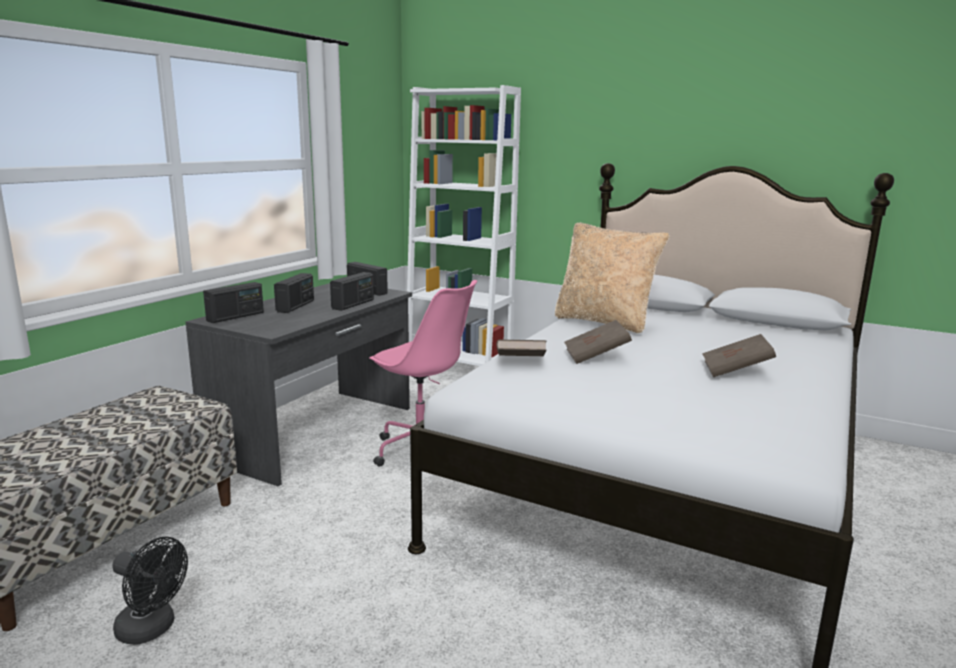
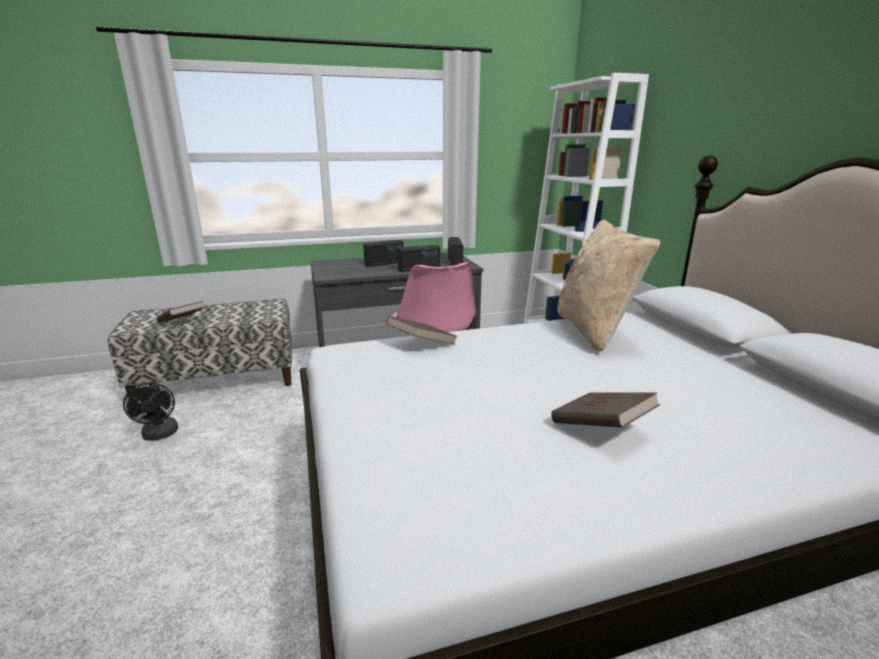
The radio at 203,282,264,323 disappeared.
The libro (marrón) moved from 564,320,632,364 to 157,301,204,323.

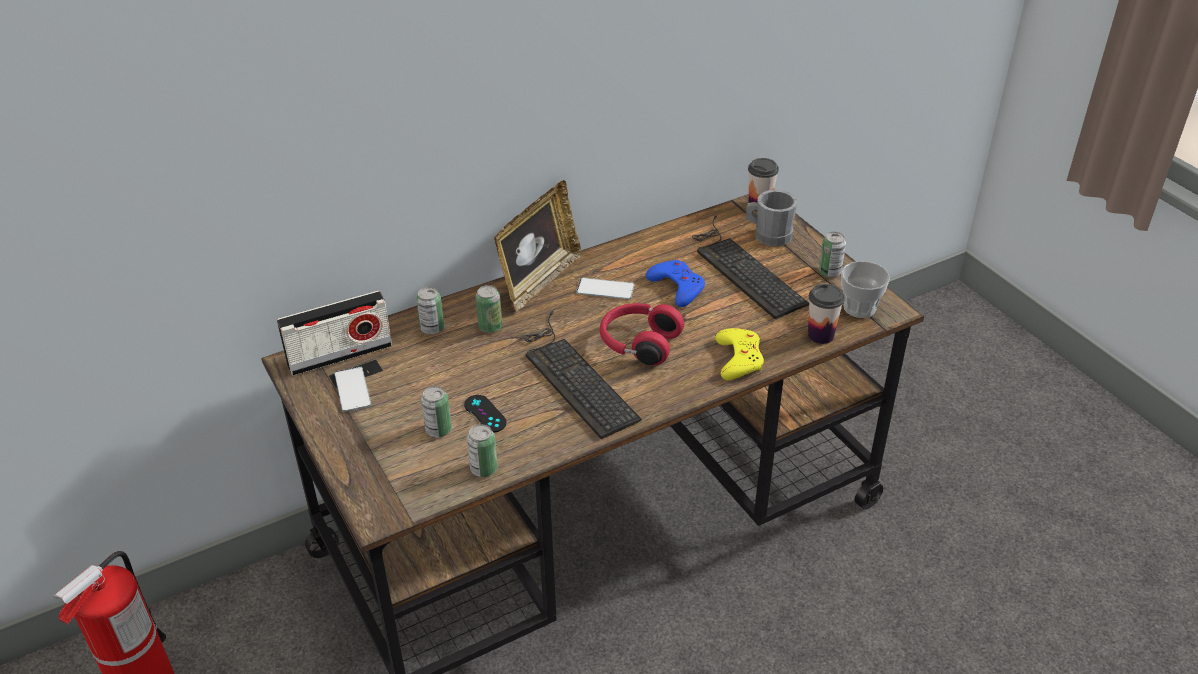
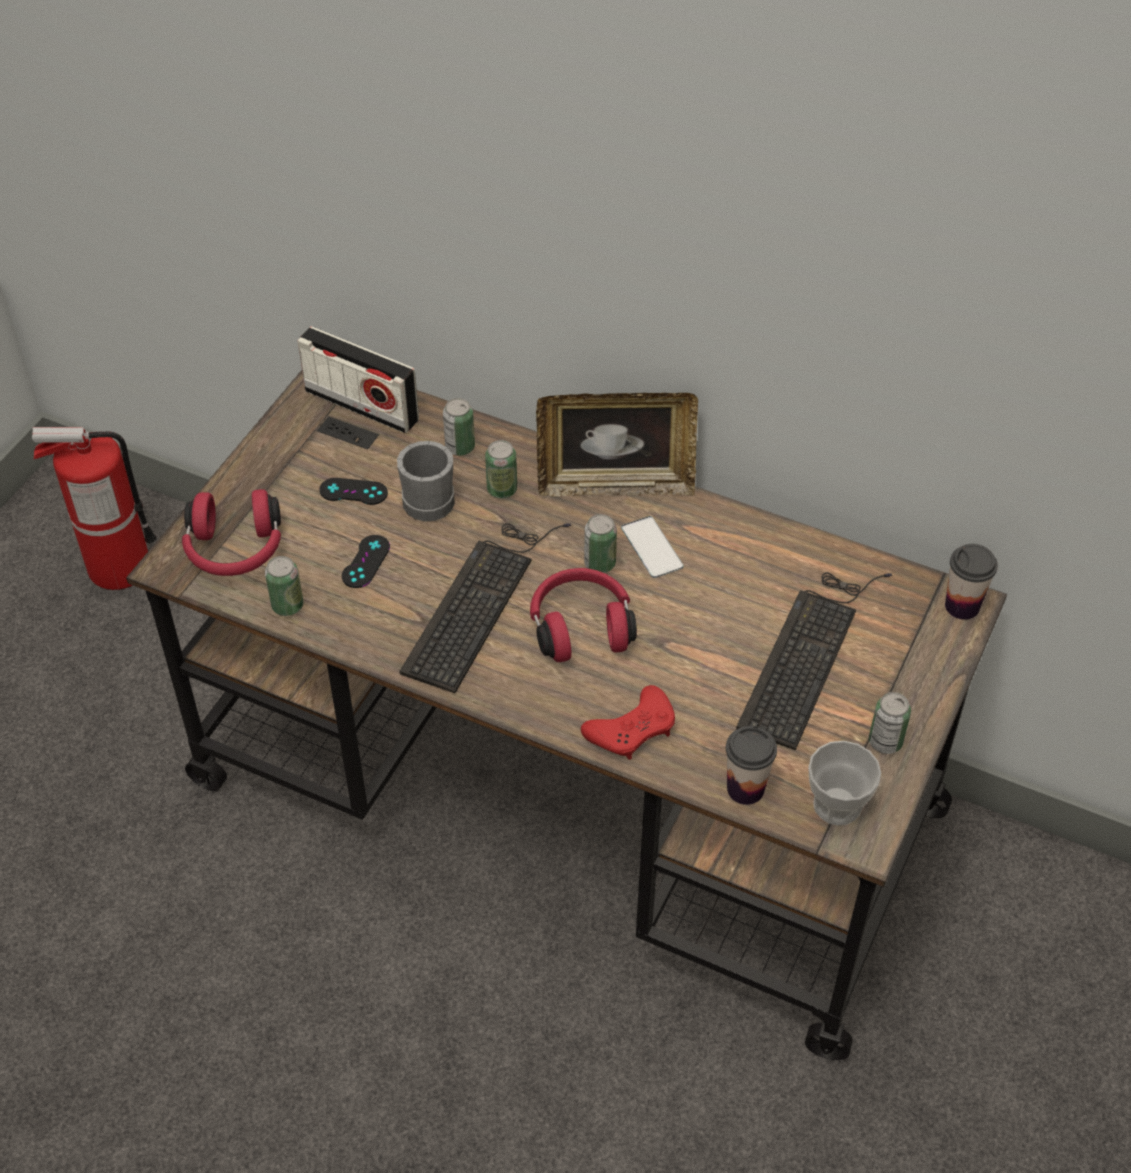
The móvil at 334,366,371,412 disappeared.
The lata moved from 421,386,452,437 to 584,514,617,573.
The mando de consola (azul) at 646,260,705,307 disappeared.
The mando de consola (amarillo) at 715,328,764,380 became the mando de consola (rojo) at 581,685,675,760.
The taza grande (gris) moved from 746,190,797,247 to 397,441,455,522.
The auriculares (rojo) at 182,489,281,576 appeared.
The mando de consola (negro) at 320,478,388,505 appeared.

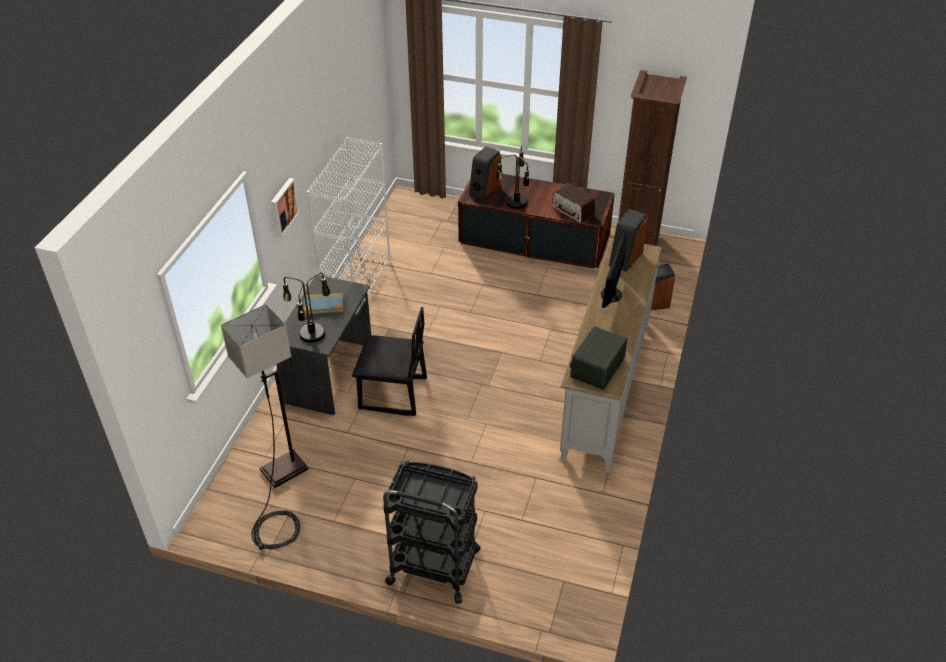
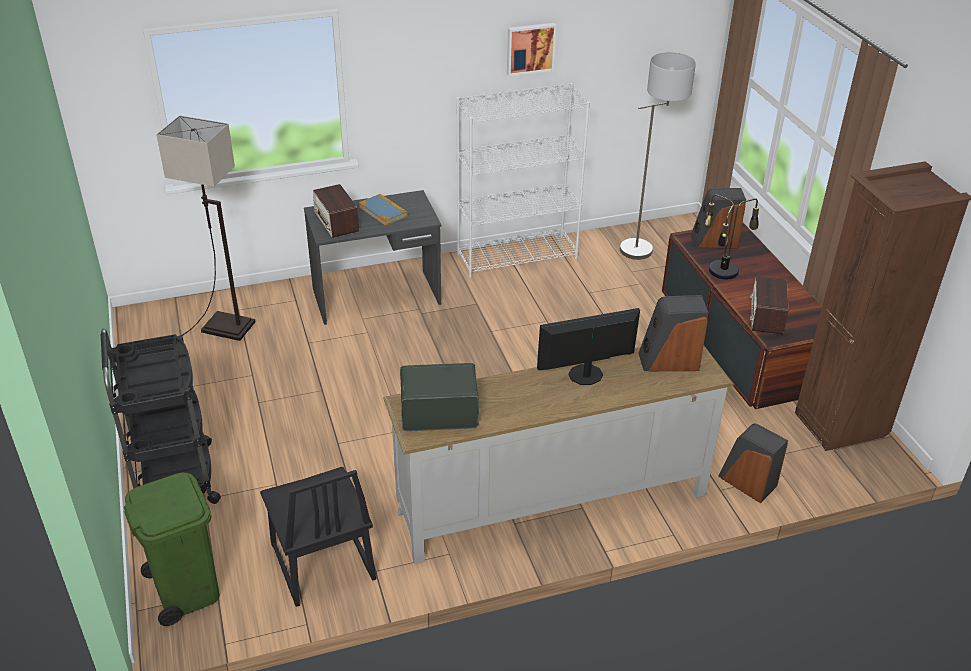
The cuadro moved from 271,178,299,237 to 507,23,556,76.
The lámpara de mesa at 283,272,330,343 was replaced by the radio at 313,184,359,238.
The silla (negro) moved from 352,307,427,416 to 260,467,376,607.
The papelera (verde) at 124,473,220,626 appeared.
The lámpara de pie (gris) at 620,52,696,260 appeared.

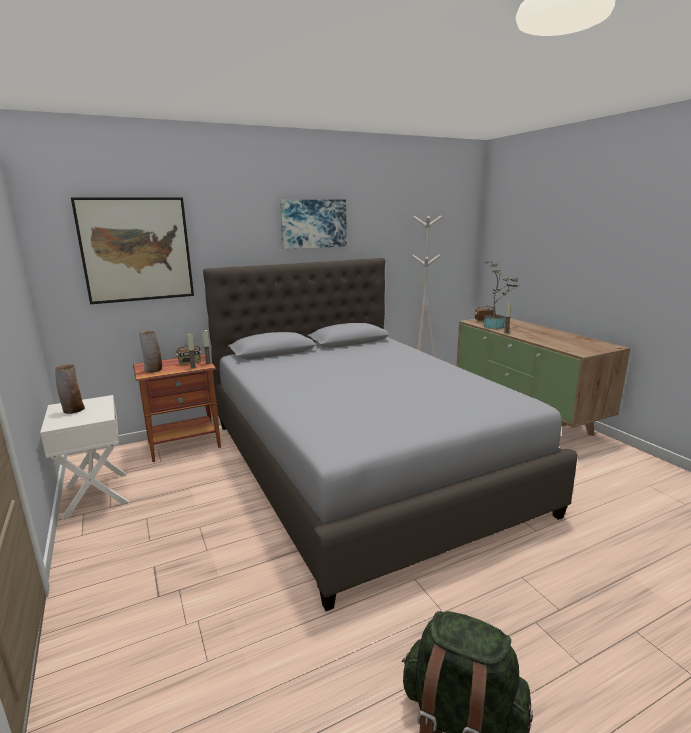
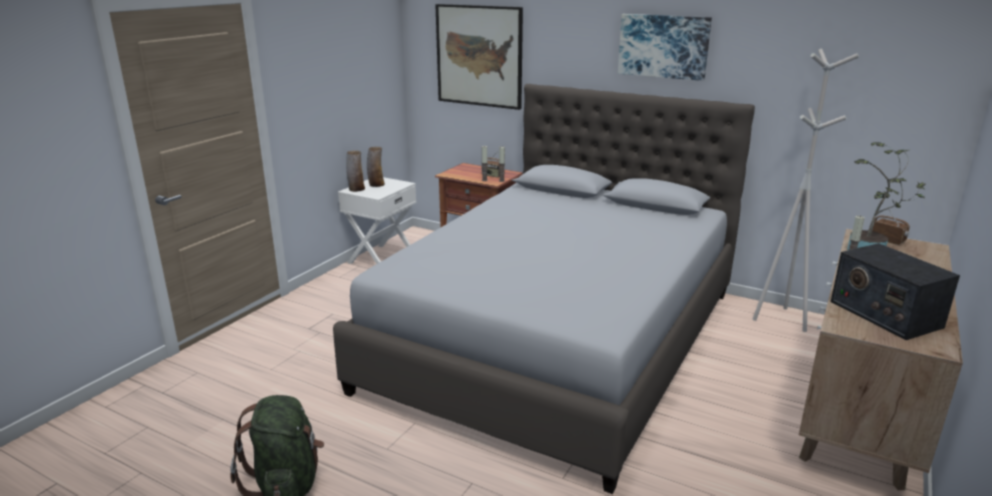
The florero moved from 139,331,162,373 to 346,150,365,192.
The radio at 831,243,960,340 appeared.

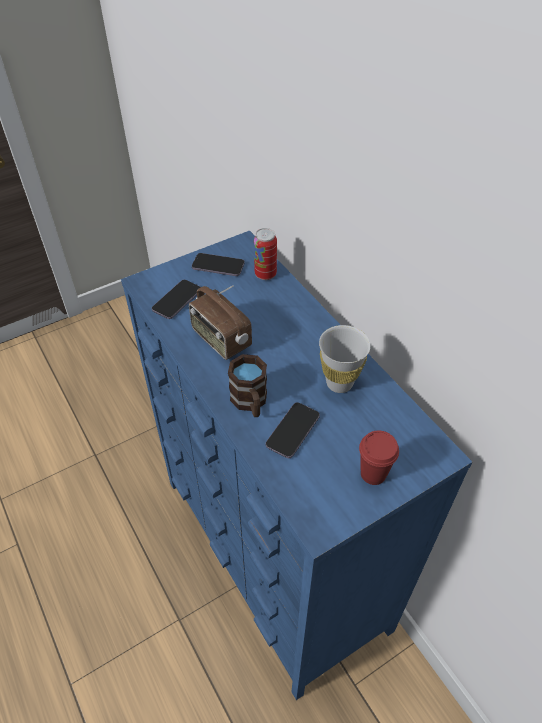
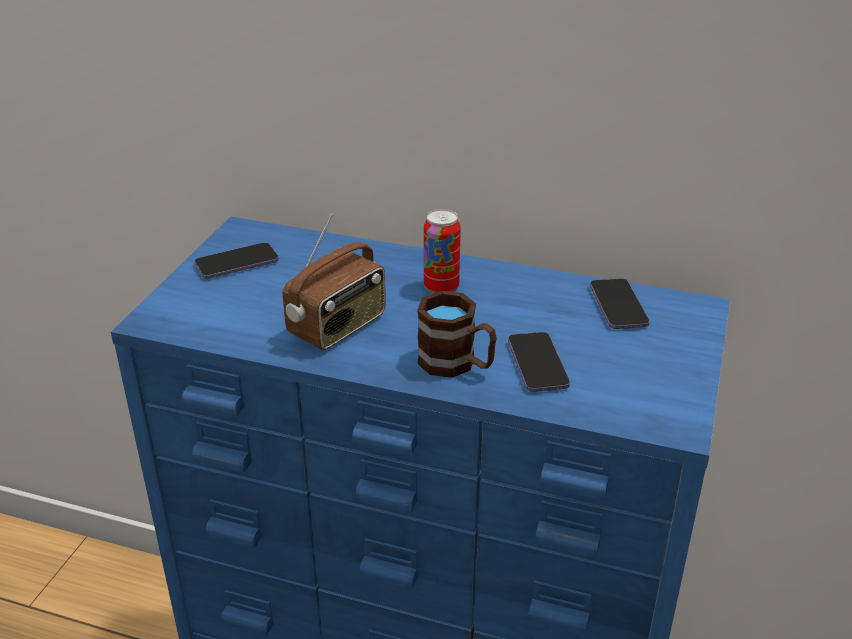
The móvil moved from 152,280,201,319 to 590,279,650,329.
The radio at 189,285,252,360 turned 60 degrees counterclockwise.
The lata moved from 254,228,277,280 to 424,209,461,293.
The taza (blanco) at 319,325,371,393 disappeared.
The taza (rojo) at 359,431,399,485 disappeared.

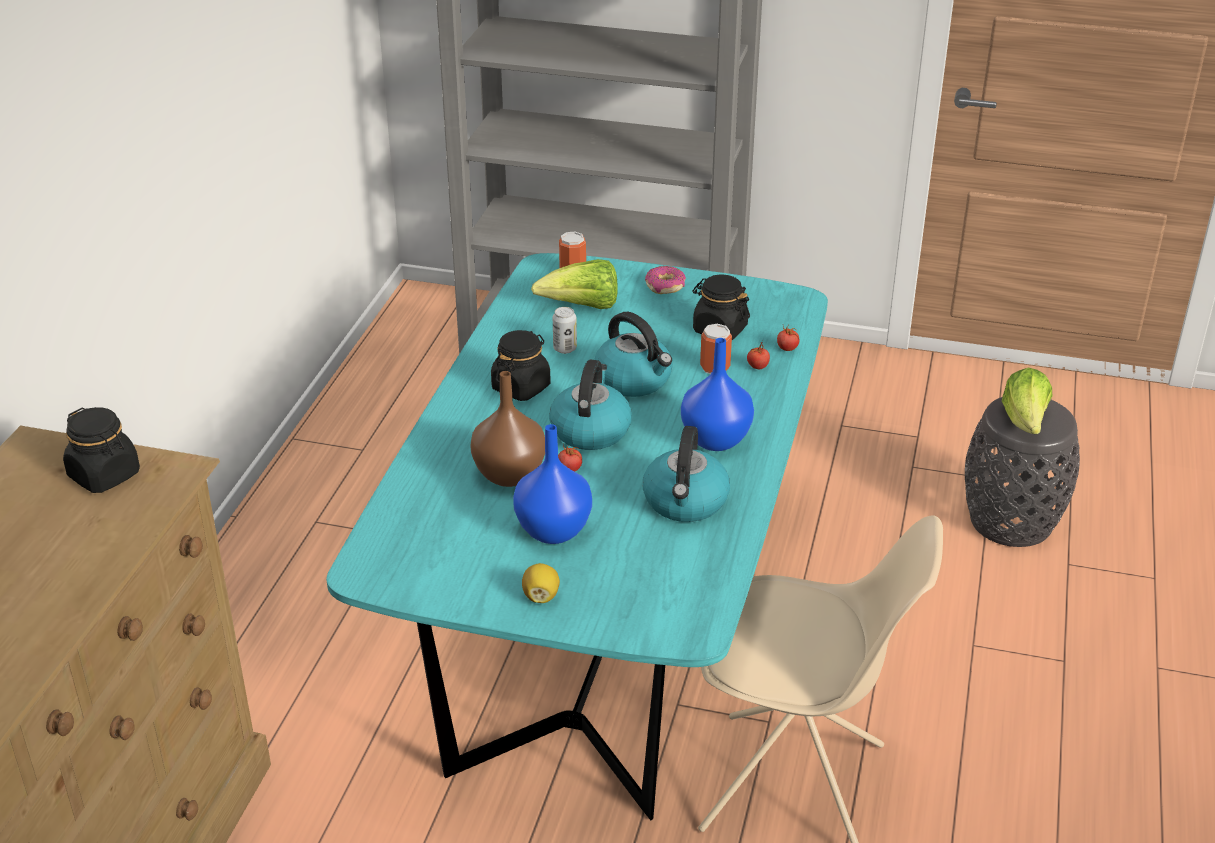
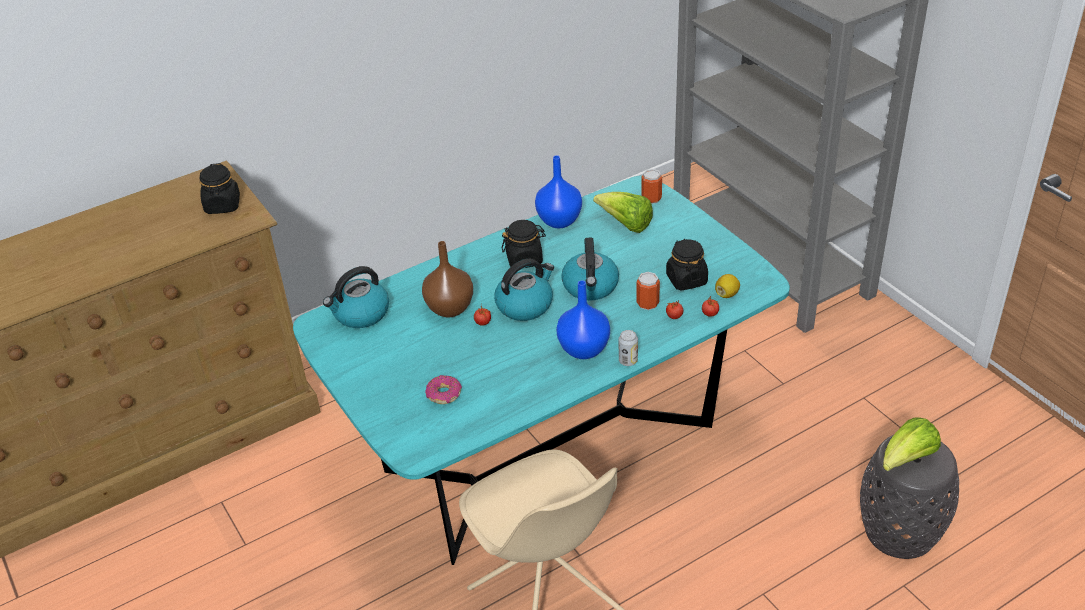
The florero (azul) moved from 513,424,592,544 to 535,155,582,228.
The limón moved from 522,563,560,603 to 715,274,740,298.
The lata moved from 553,307,577,354 to 619,330,638,366.
The hervidor moved from 643,426,730,522 to 323,266,389,328.
The rosquilla moved from 645,266,686,294 to 425,375,462,404.

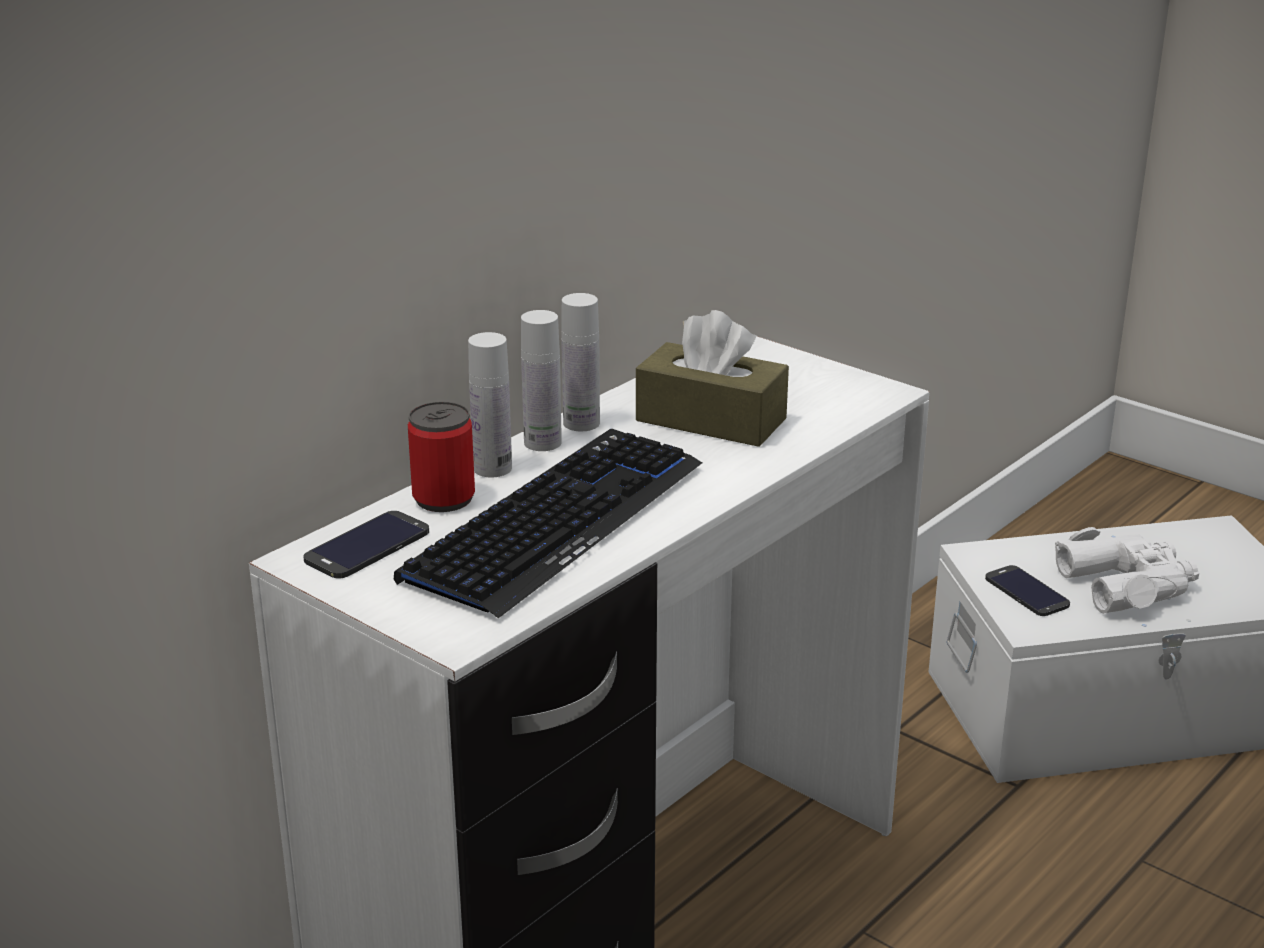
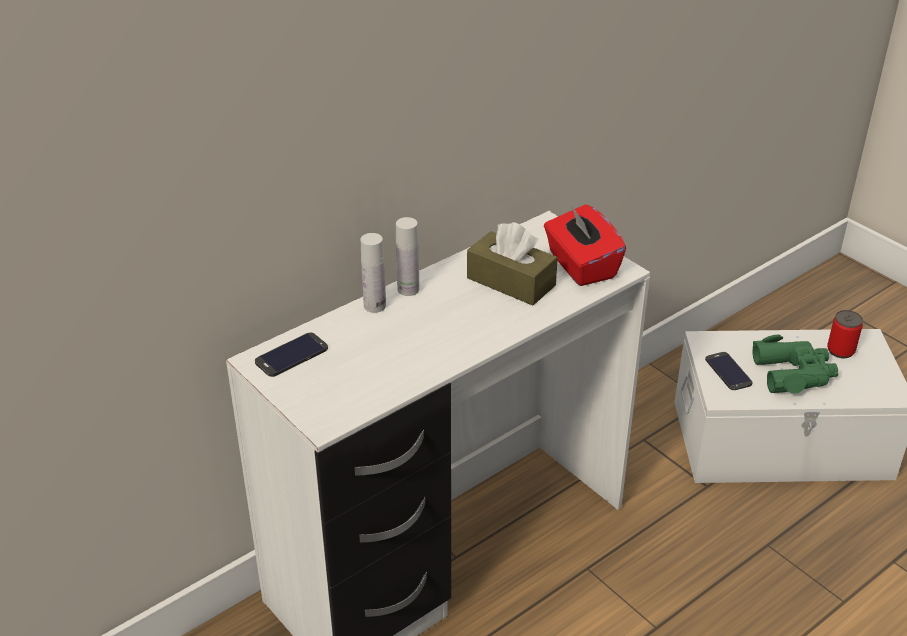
The teclado at 394,429,702,618 disappeared.
The lata moved from 408,402,475,512 to 827,310,863,358.
The botella (blanco) at 561,293,600,431 disappeared.
The prismáticos (blanco) at 1055,527,1199,614 became the prismáticos (verde) at 752,335,839,394.
The caja de pañuelos (rojo) at 544,204,626,286 appeared.

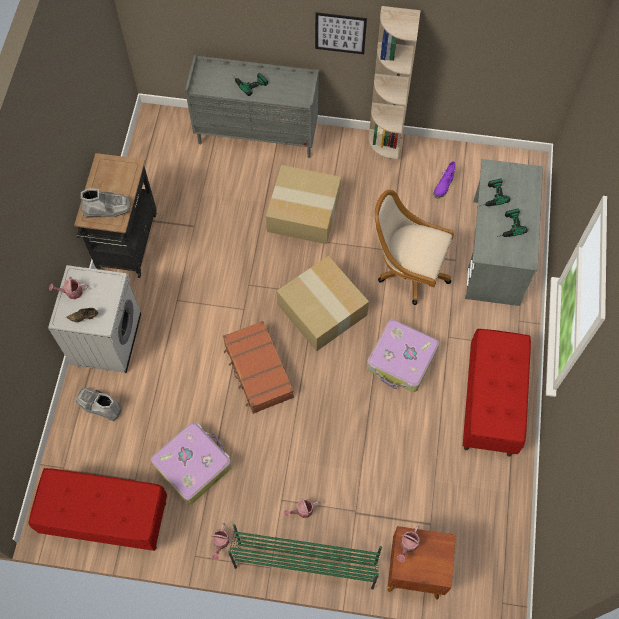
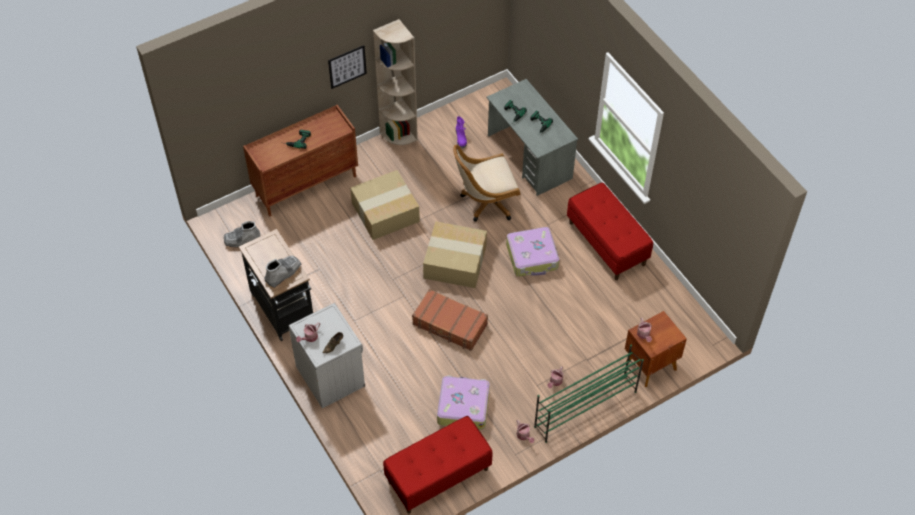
The bota (gris) moved from 76,388,122,421 to 224,221,261,247.
The armario (gris) at 185,55,319,158 became the armario (marrón) at 243,105,358,217.

